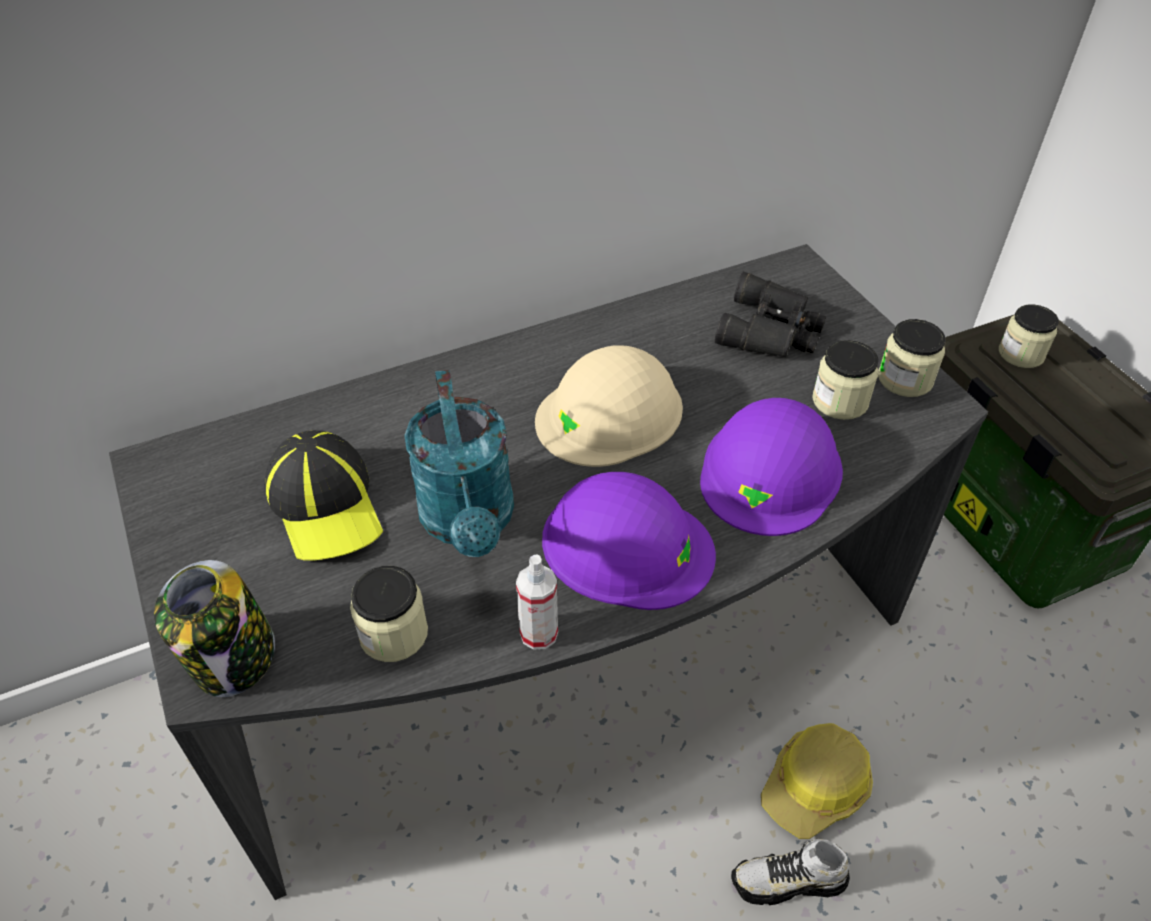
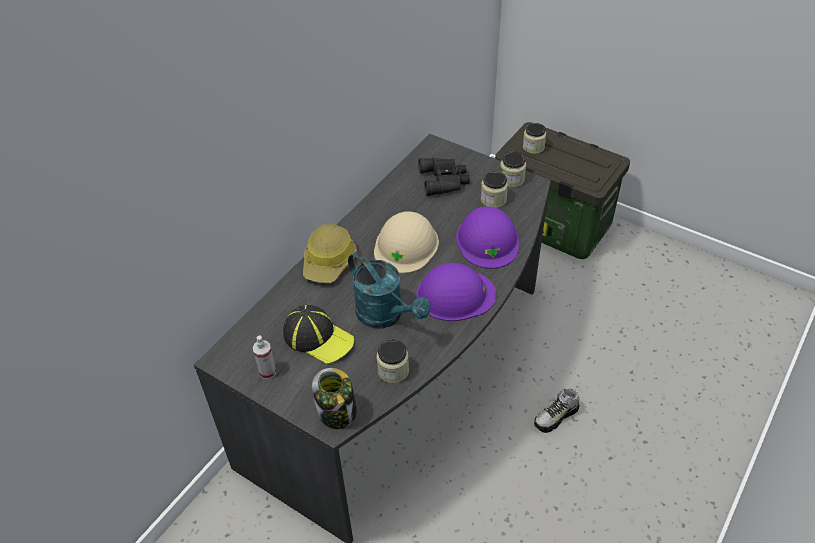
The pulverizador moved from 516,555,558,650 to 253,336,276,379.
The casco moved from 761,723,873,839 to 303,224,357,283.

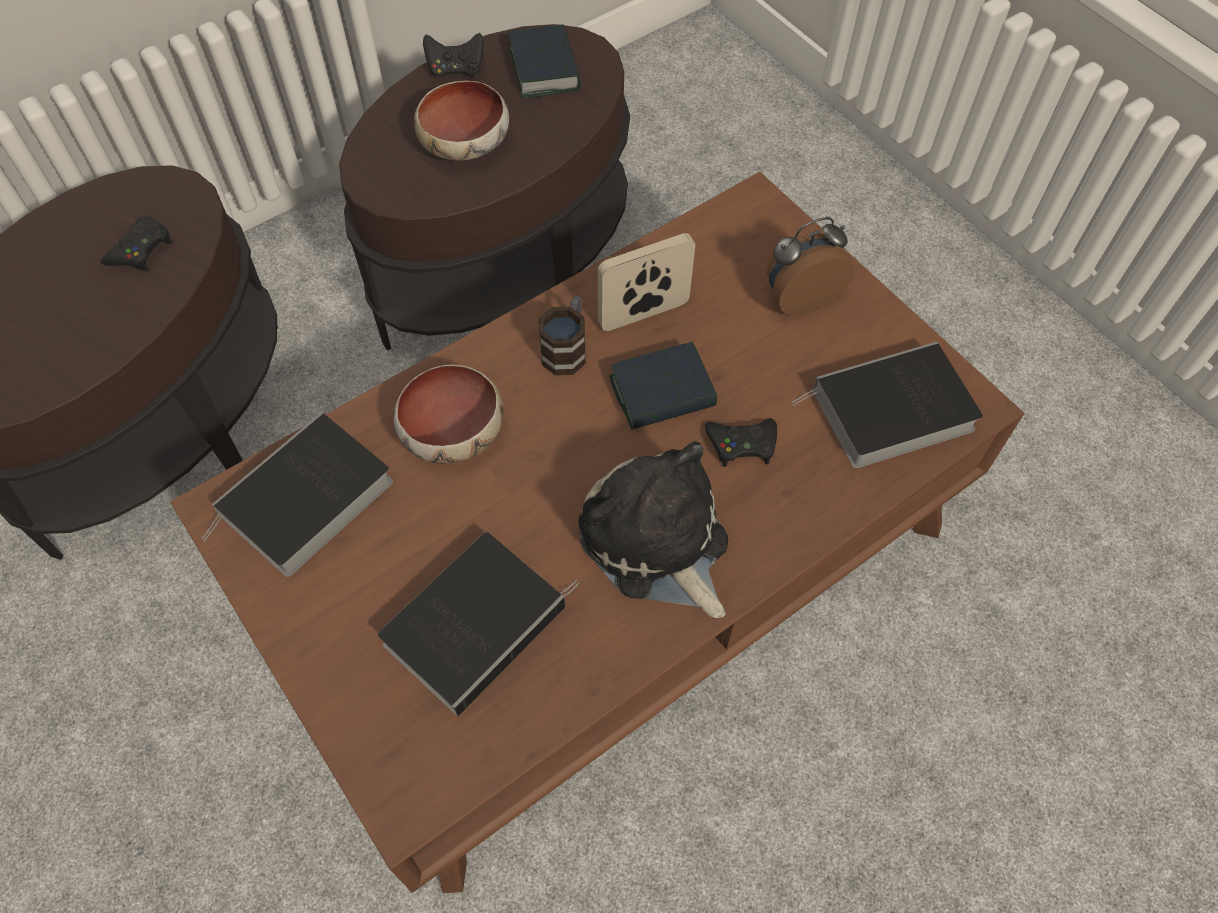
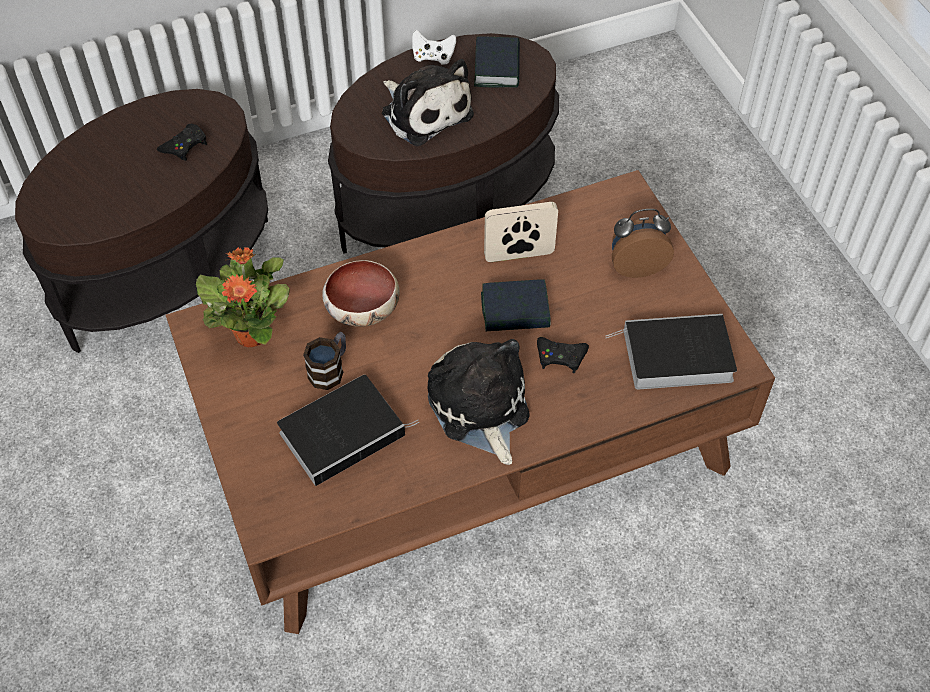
The libro at 202,412,393,577 was replaced by the planta en maceta at 196,247,290,347.
The cuenco at 414,81,509,161 was replaced by the peluche at 382,59,474,146.
The mando de consola (negro) at 423,33,484,78 became the mando de consola (blanco) at 412,30,456,65.
The taza grande moved from 539,296,586,375 to 303,332,346,390.

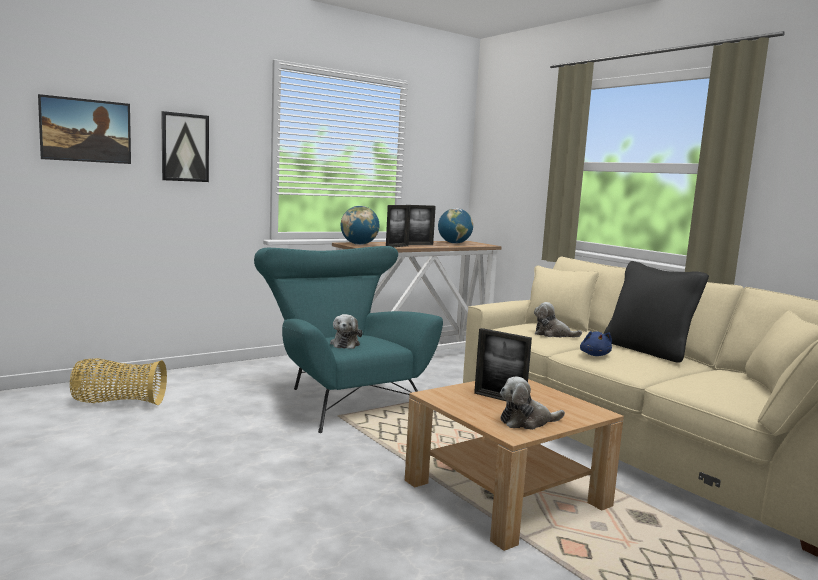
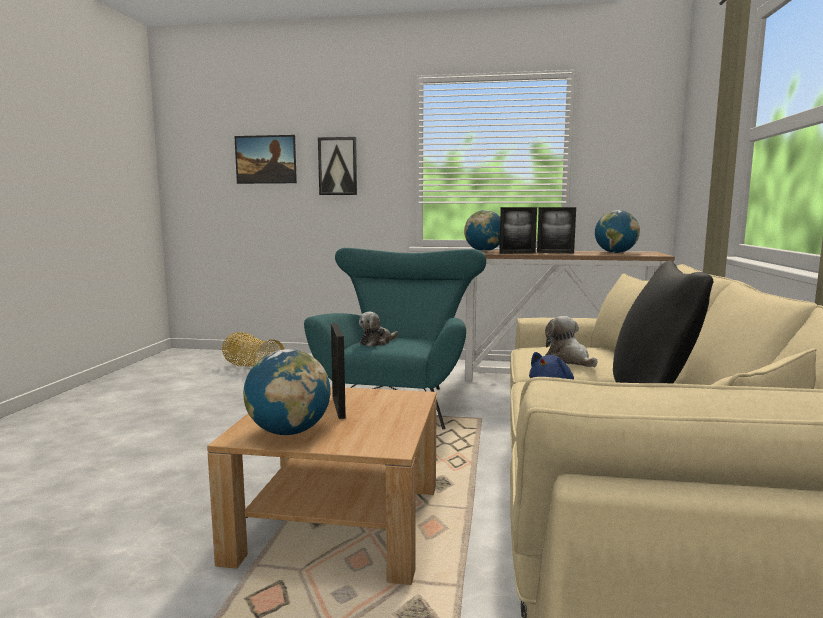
The peluche at 500,377,565,430 was replaced by the globo terráqueo at 243,349,331,435.

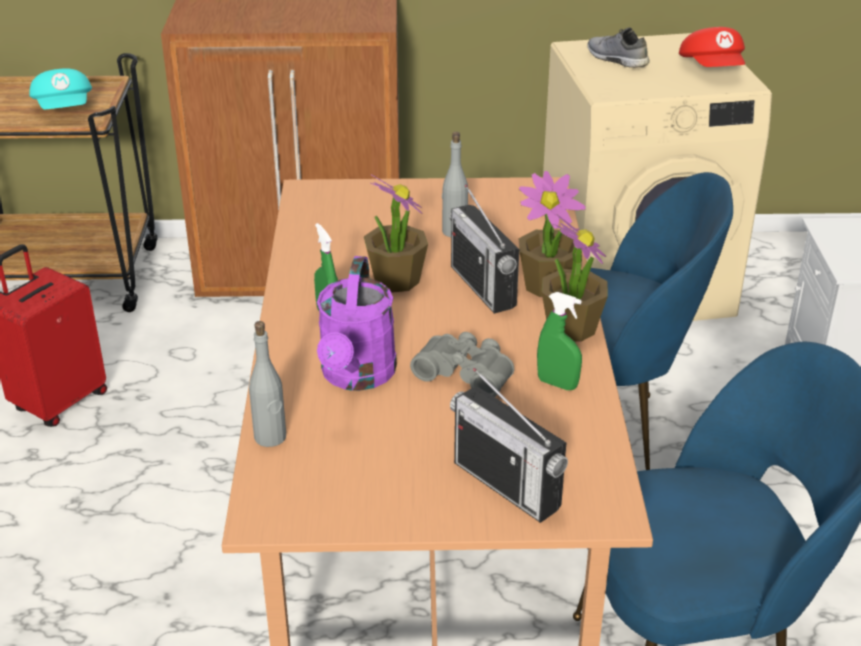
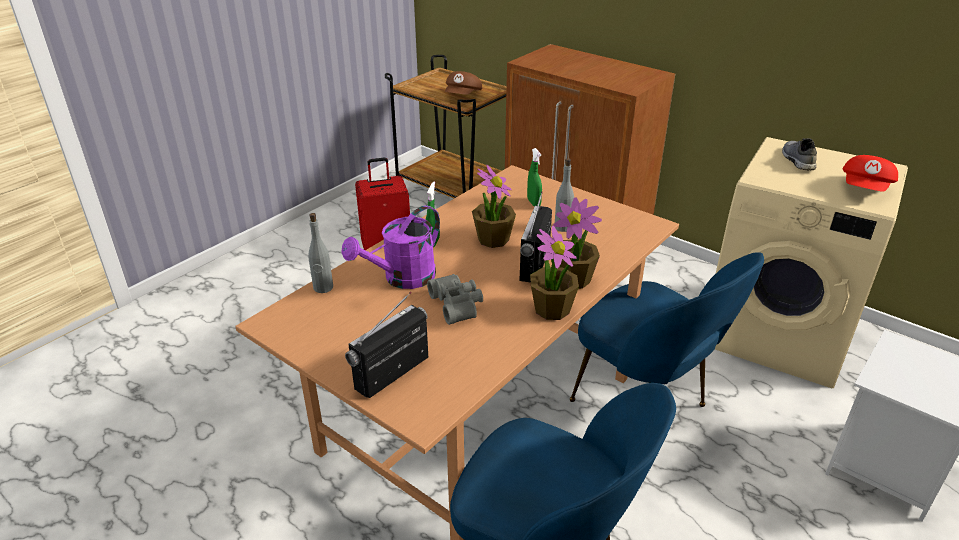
The gorra (turquesa) at 29,69,92,109 became the gorra (marrón) at 445,71,483,95.
The radio at 450,368,568,523 turned 45 degrees clockwise.
The pulverizador (verde) moved from 537,292,582,390 to 527,148,542,207.

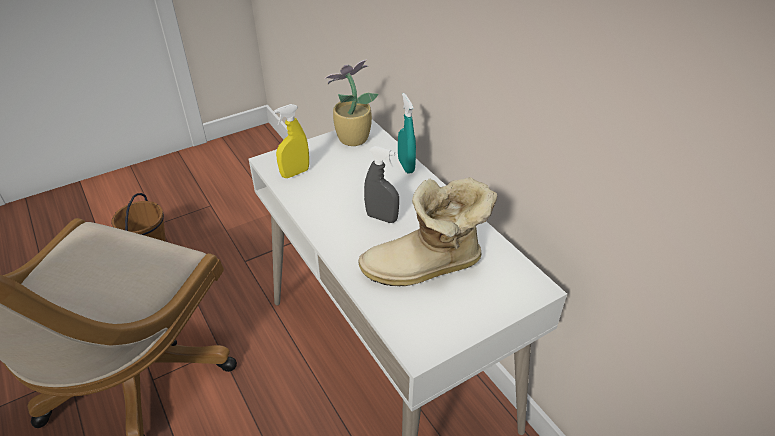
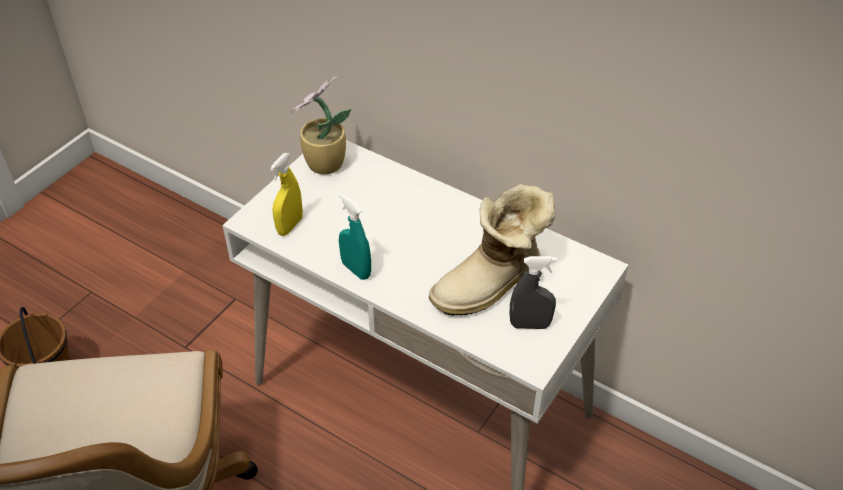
The pulverizador (gris) moved from 364,146,399,223 to 509,256,557,329.
The pulverizador (turquesa) moved from 398,93,416,174 to 339,193,371,280.

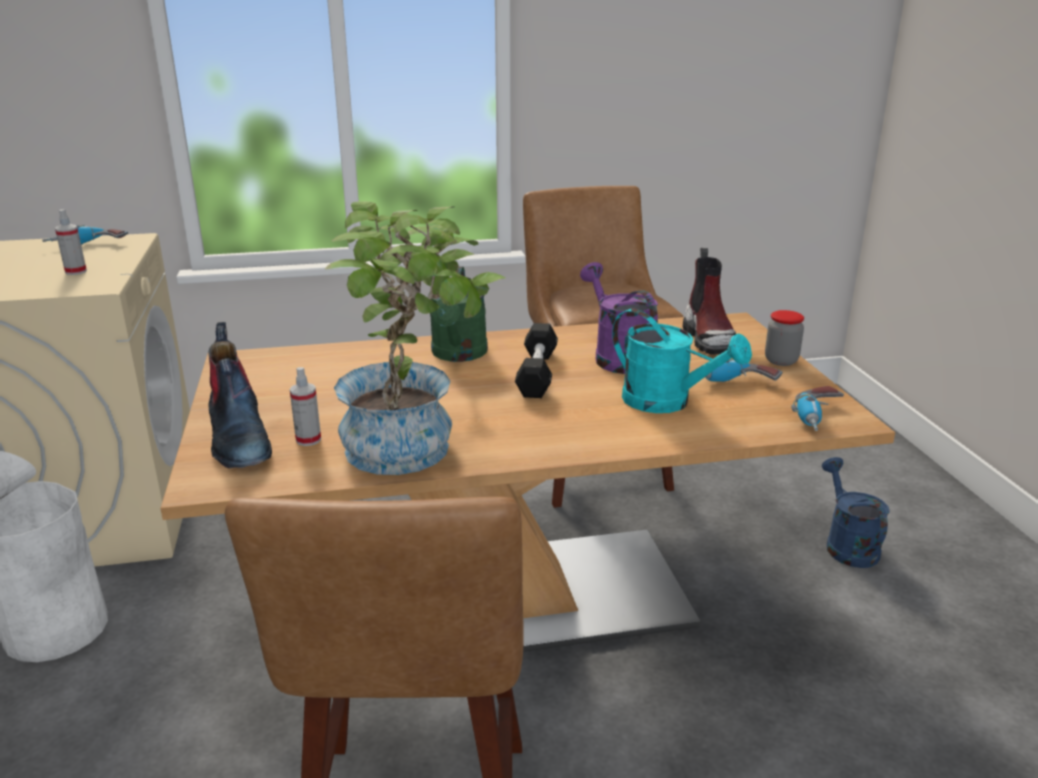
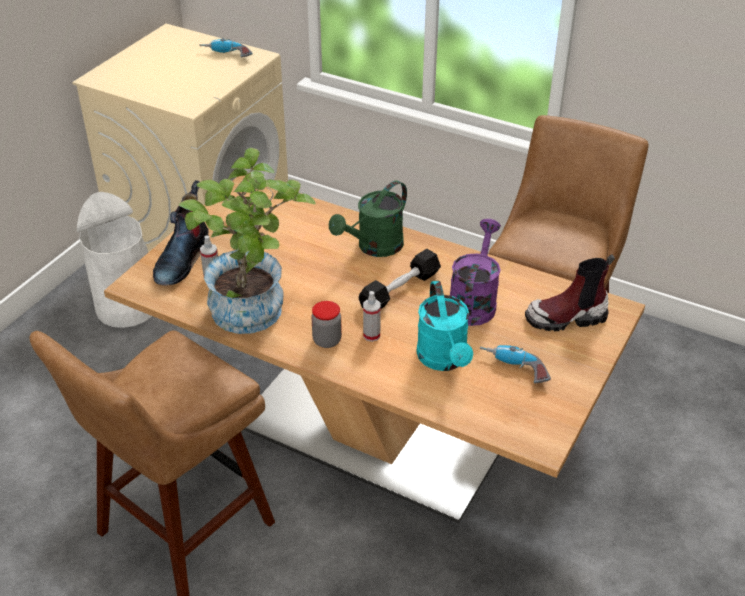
The pulverizador moved from 55,209,87,275 to 363,291,381,342.
The bota at 683,248,736,354 turned 45 degrees clockwise.
The tarro moved from 765,310,804,366 to 311,301,342,348.
The taladro at 791,386,844,431 disappeared.
The regadera (azul) at 822,457,890,568 disappeared.

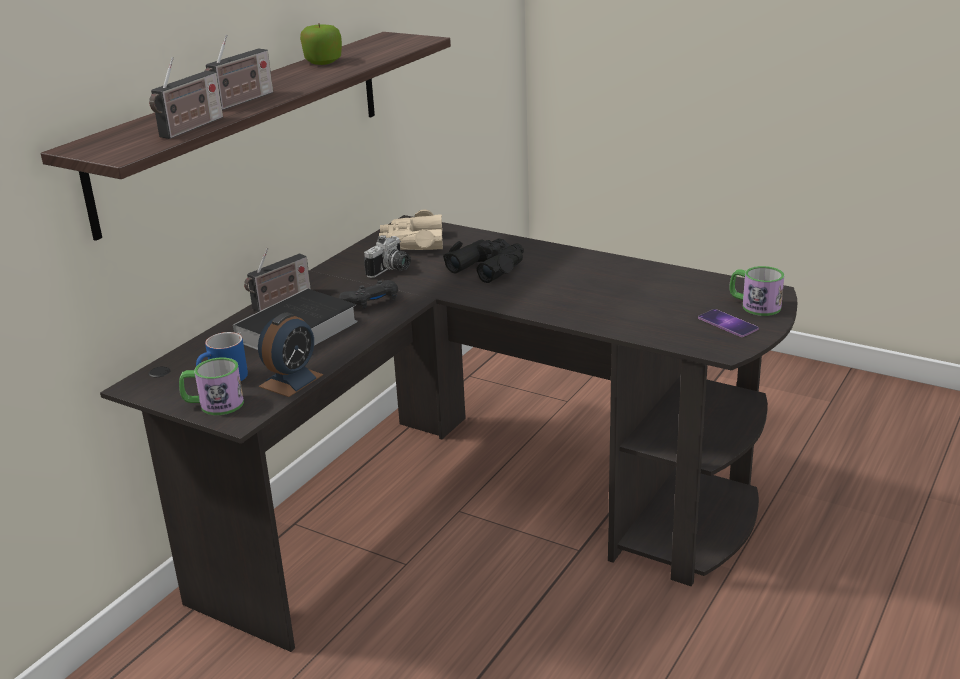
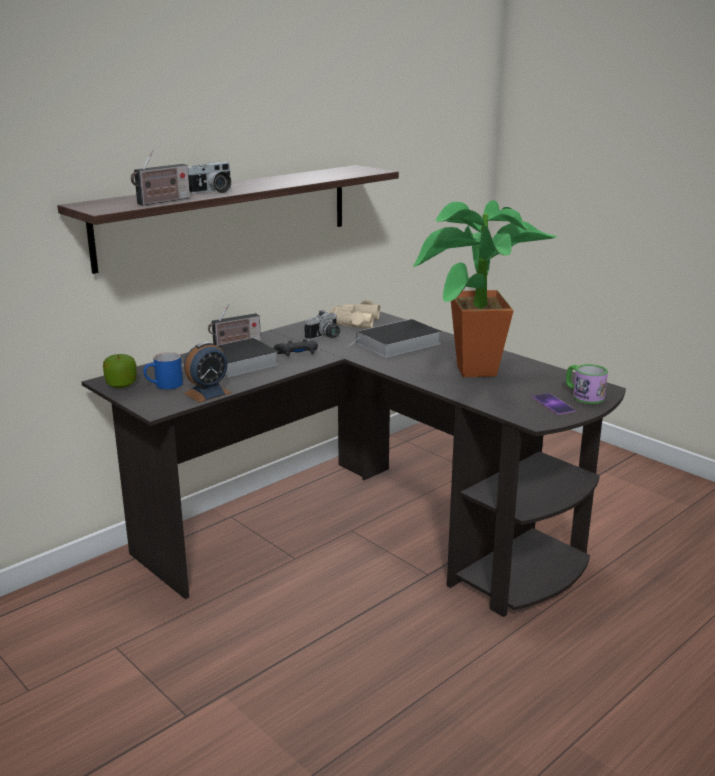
The taza grande at 179,358,244,415 disappeared.
The radio at 205,35,273,110 was replaced by the cámara at 188,162,231,193.
The manzana moved from 300,24,342,65 to 103,354,137,388.
The prismáticos (negro) at 443,238,524,283 was replaced by the libro at 347,319,442,358.
The planta en maceta at 413,200,557,377 appeared.

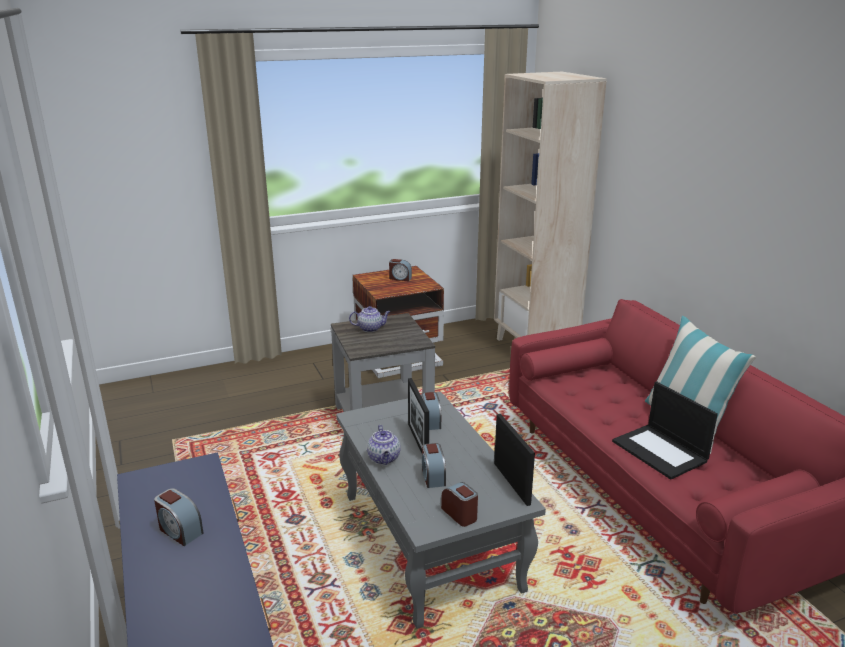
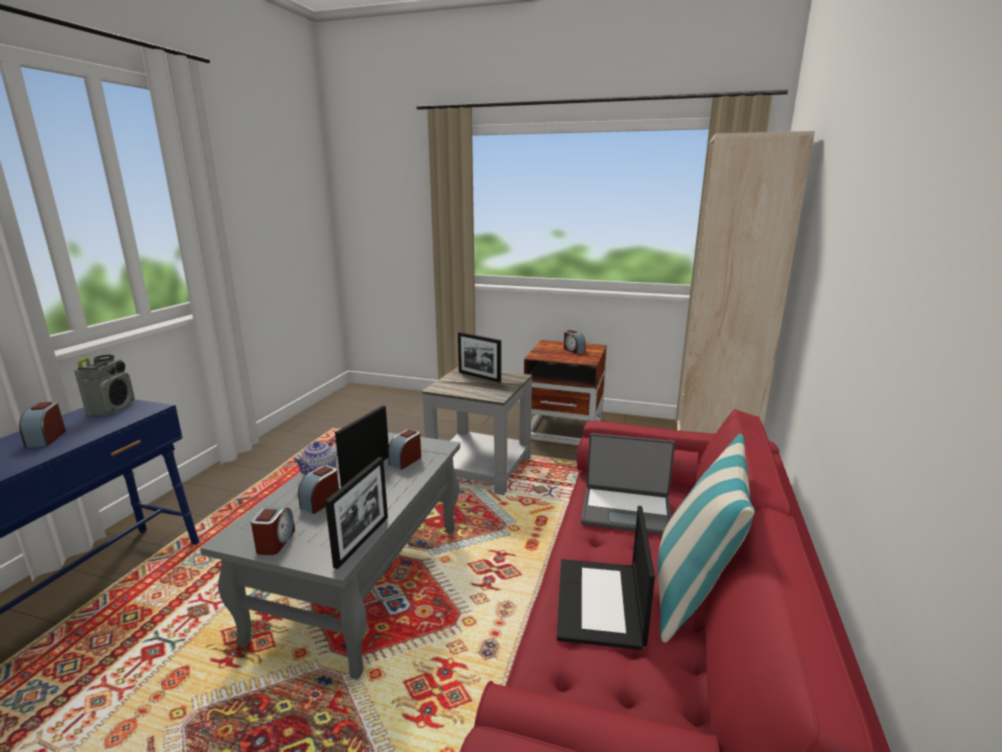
The tetera at 349,306,391,332 was replaced by the portarretratos at 458,332,501,382.
The radio at 74,354,135,416 appeared.
The portátil at 581,433,675,535 appeared.

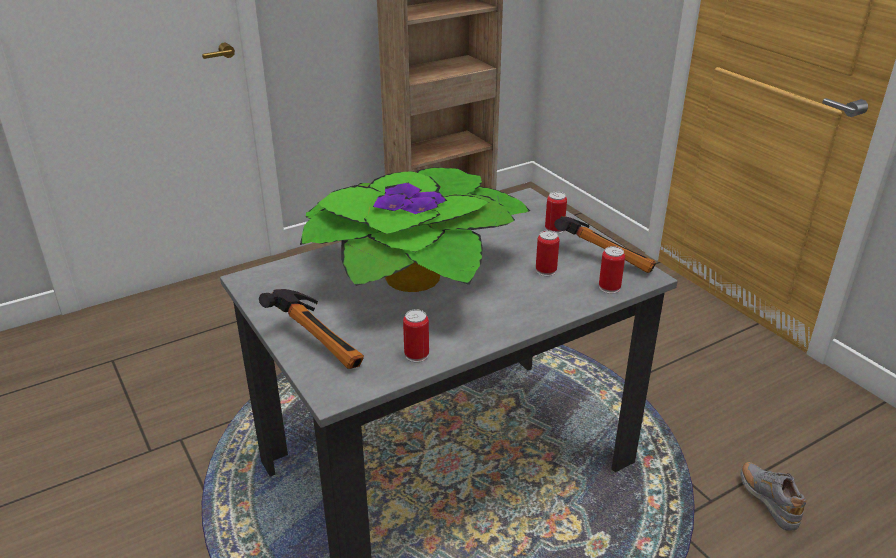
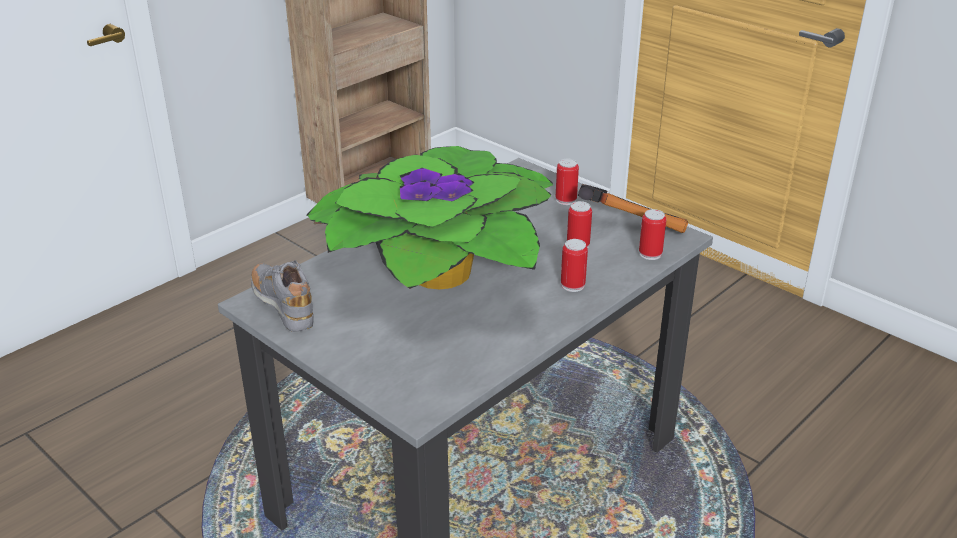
The martillo at 259,289,364,369 disappeared.
The lata moved from 403,309,429,363 to 561,239,588,292.
The zapato (gris) moved from 741,462,807,531 to 251,260,314,332.

